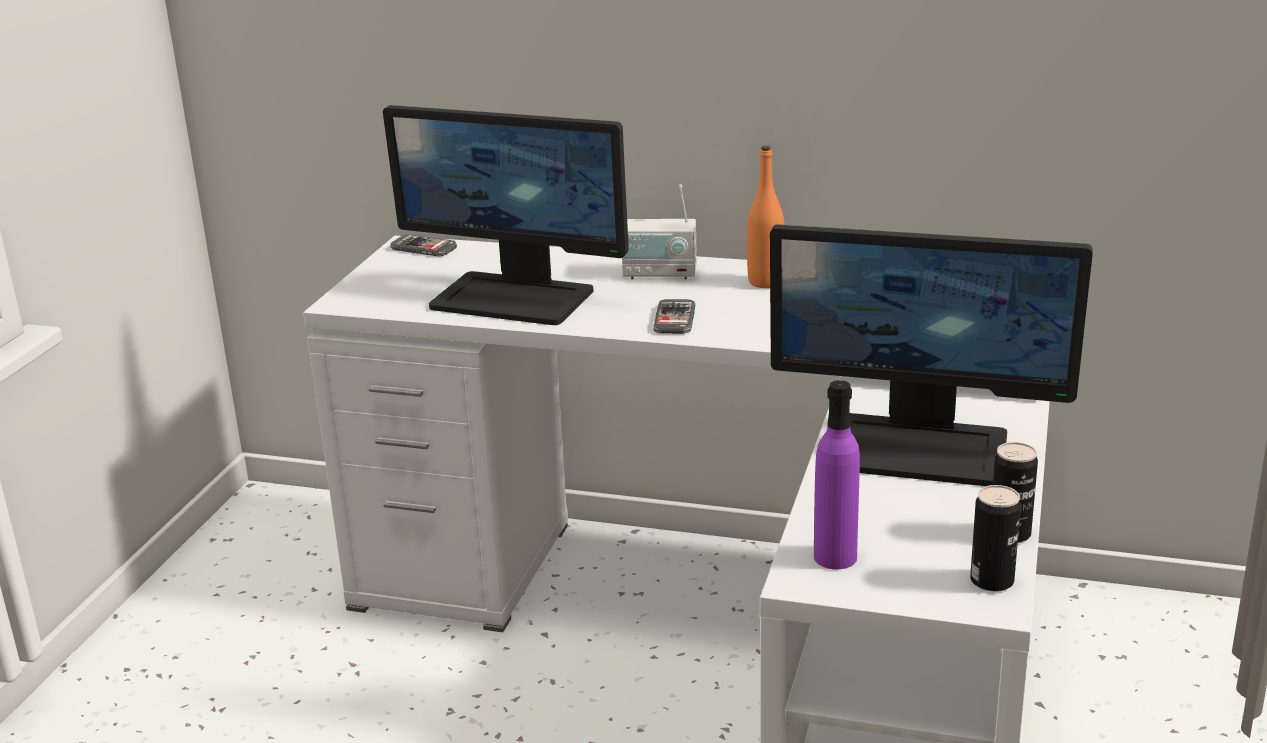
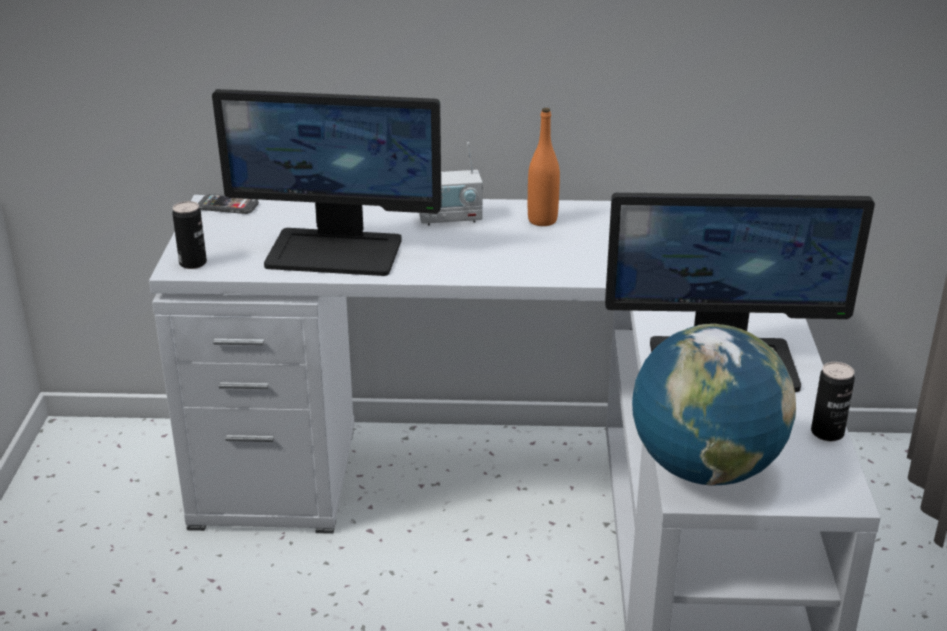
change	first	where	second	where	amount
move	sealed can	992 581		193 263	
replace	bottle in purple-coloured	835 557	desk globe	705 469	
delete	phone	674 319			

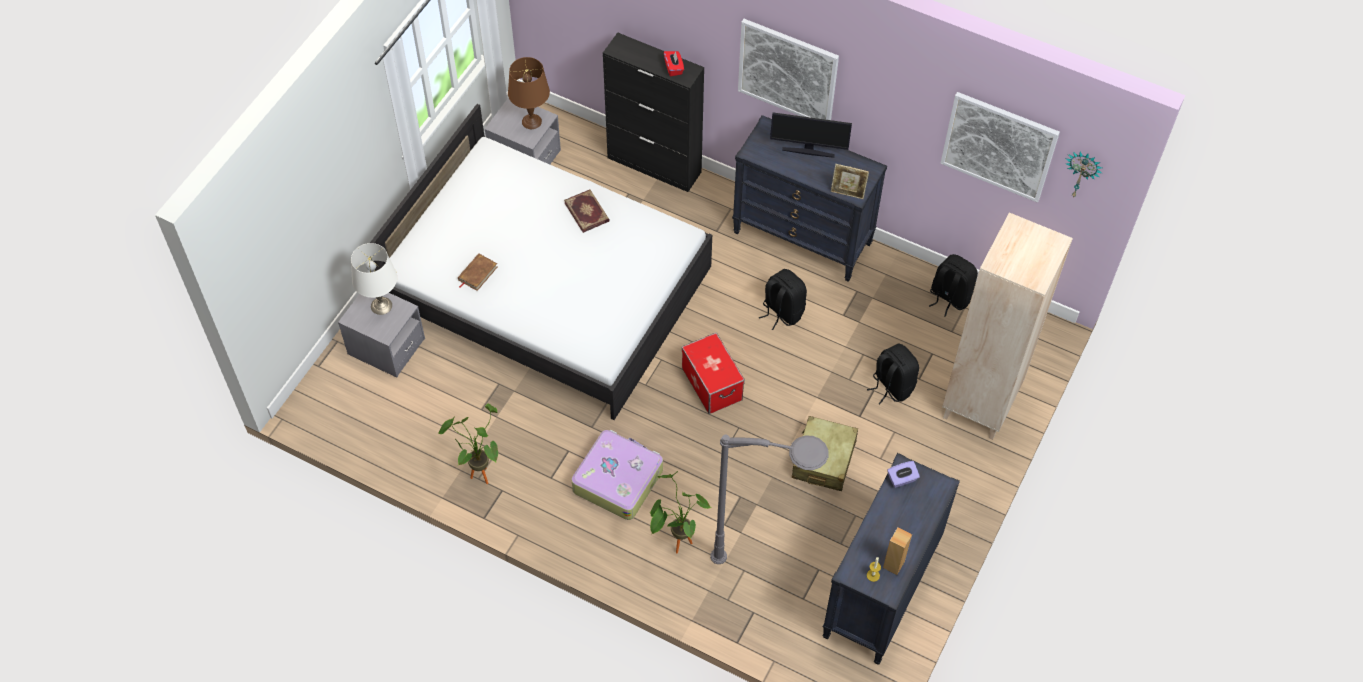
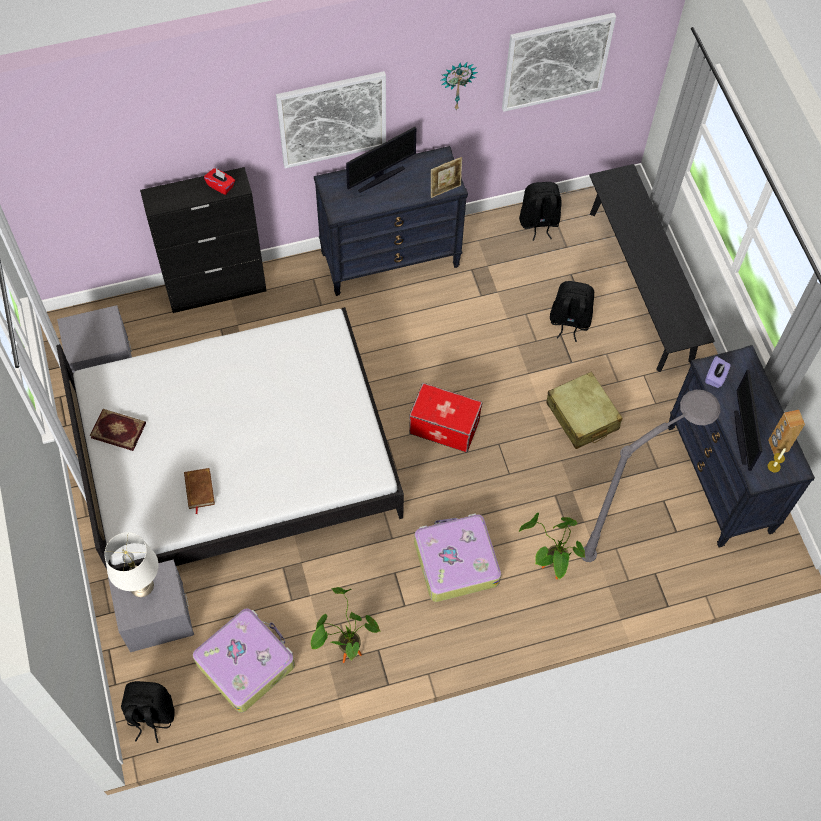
change	first	where	second	where	amount
move	book	587 212		118 429	
move	rucksack in blackish	781 312		150 715	
insert			piece of luggage	246 662	
move	wall clock	1081 173		457 84	
replace	bookcase in beige-coloured	980 404	bench in blackish	640 285	
insert			computer screen	742 437	
delete	tabletop lamp in brown-coloured	531 121			

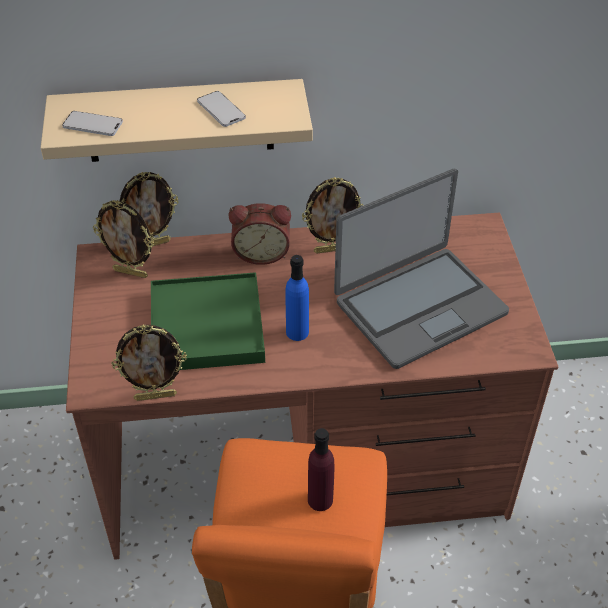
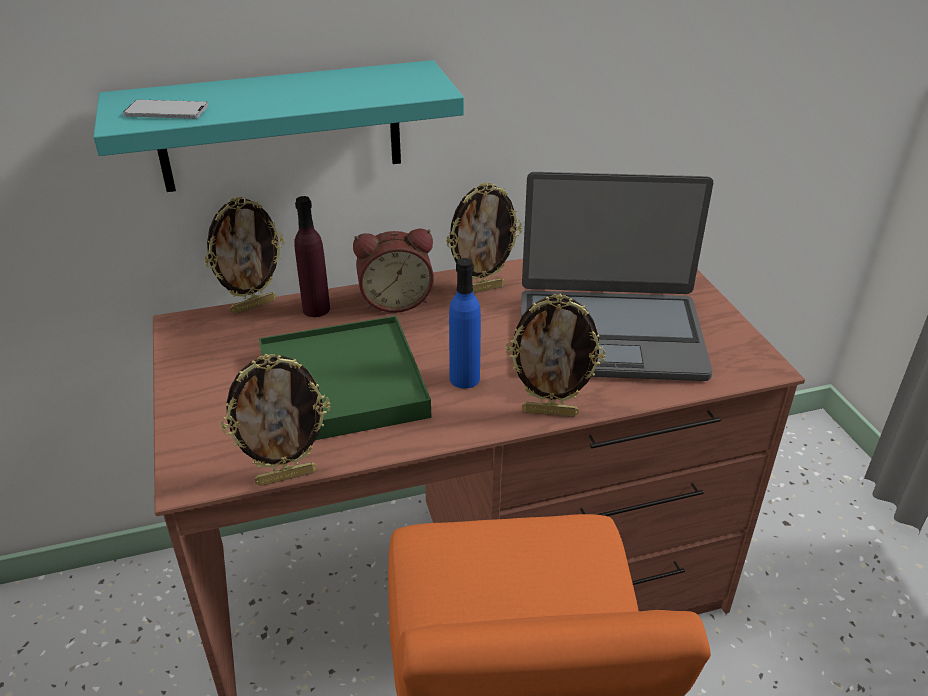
change	first	where	second	where	amount
recolor	bracket shelf in beige-coloured	179 121	bracket shelf in turquoise	280 127	
move	bottle in purple-coloured	320 500		316 309	
move	standing frame	131 272		550 411	
rotate	notebook computer	419 306		609 335	45 degrees clockwise
delete	phone	221 110			

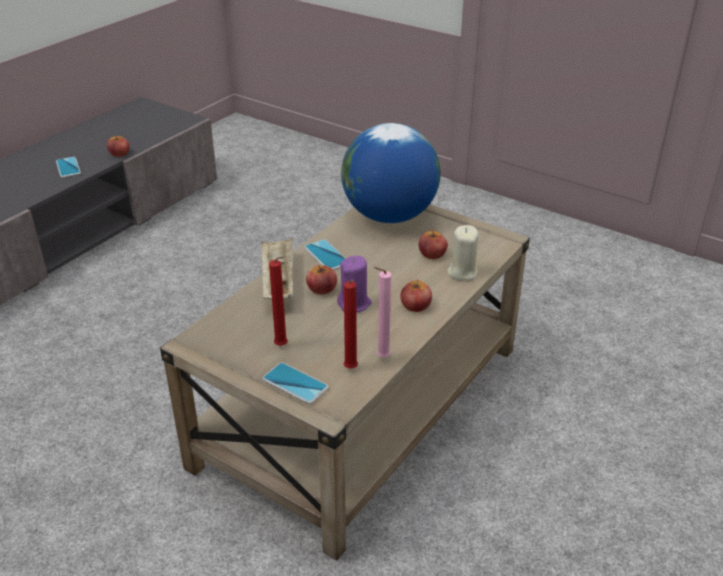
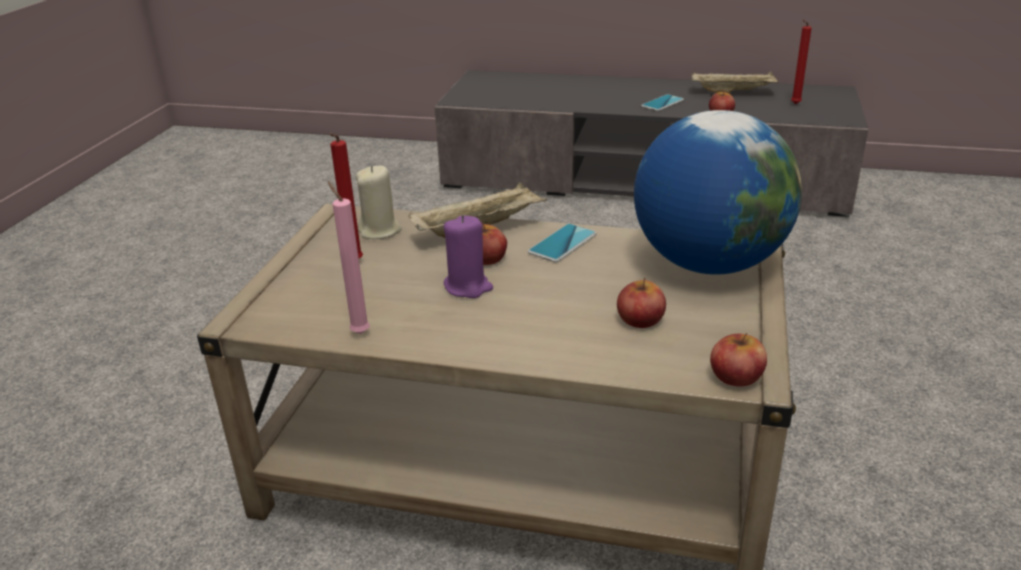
change	first	where	second	where	amount
move	wax light in beige-coloured	462 272		380 231	
insert			tray in beige-coloured	734 93	
move	whole apple	415 305		736 375	
move	wax light in reddish	351 370		794 104	
delete	phone	295 383			

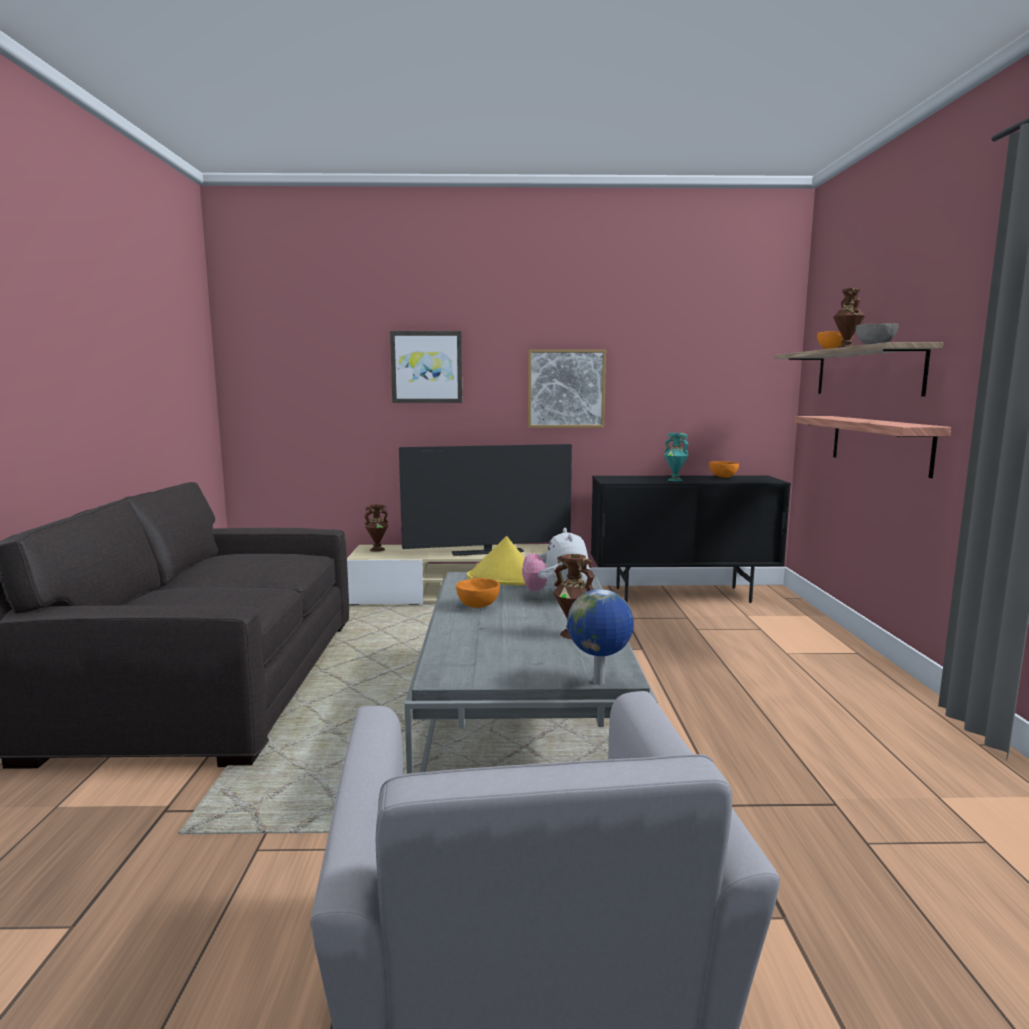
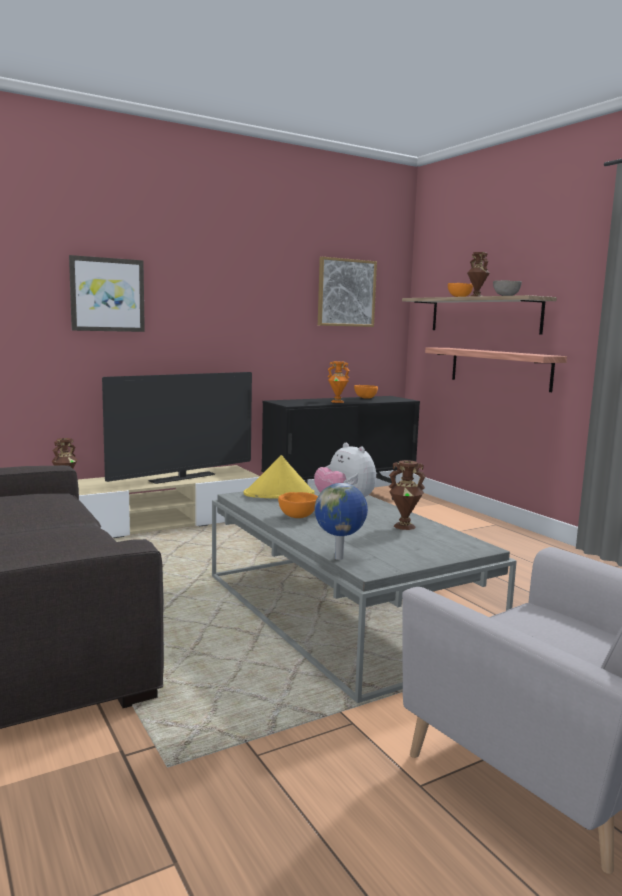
change	first	where	second	where	amount
move	desk globe	599 683		340 558	
move	wall art	566 389		346 293	
recolor	decorative vase in turquoise	675 480	decorative vase in orangey	337 402	

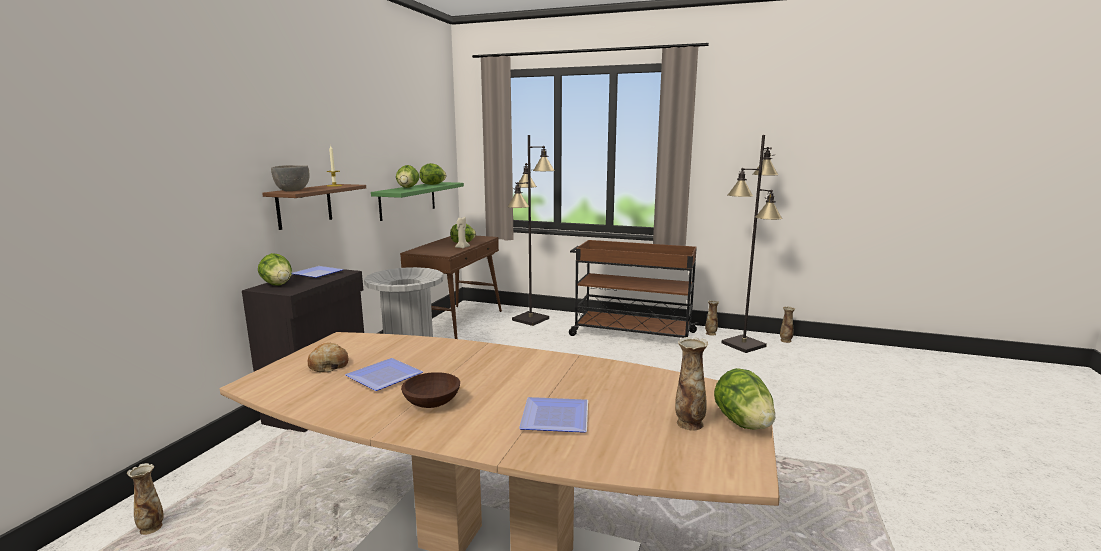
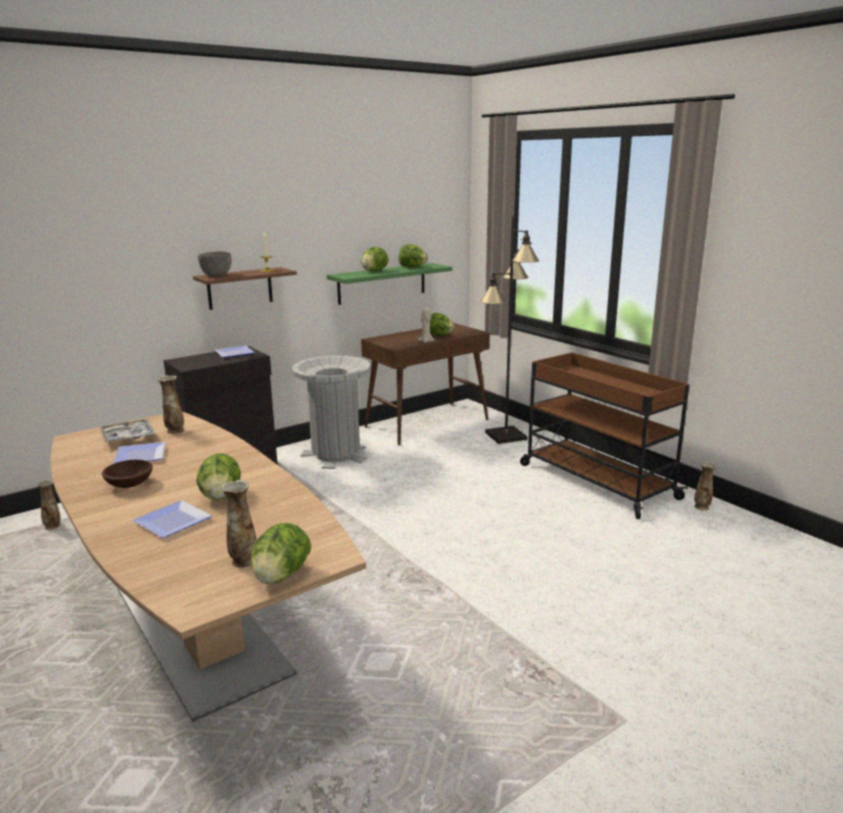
change	first	where	second	where	amount
replace	bakery bread	328 365	tray	128 437	
move	decorative vase	785 341		175 431	
move	lettuce head	277 284		221 496	
delete	standing lamp in blackish	744 345			

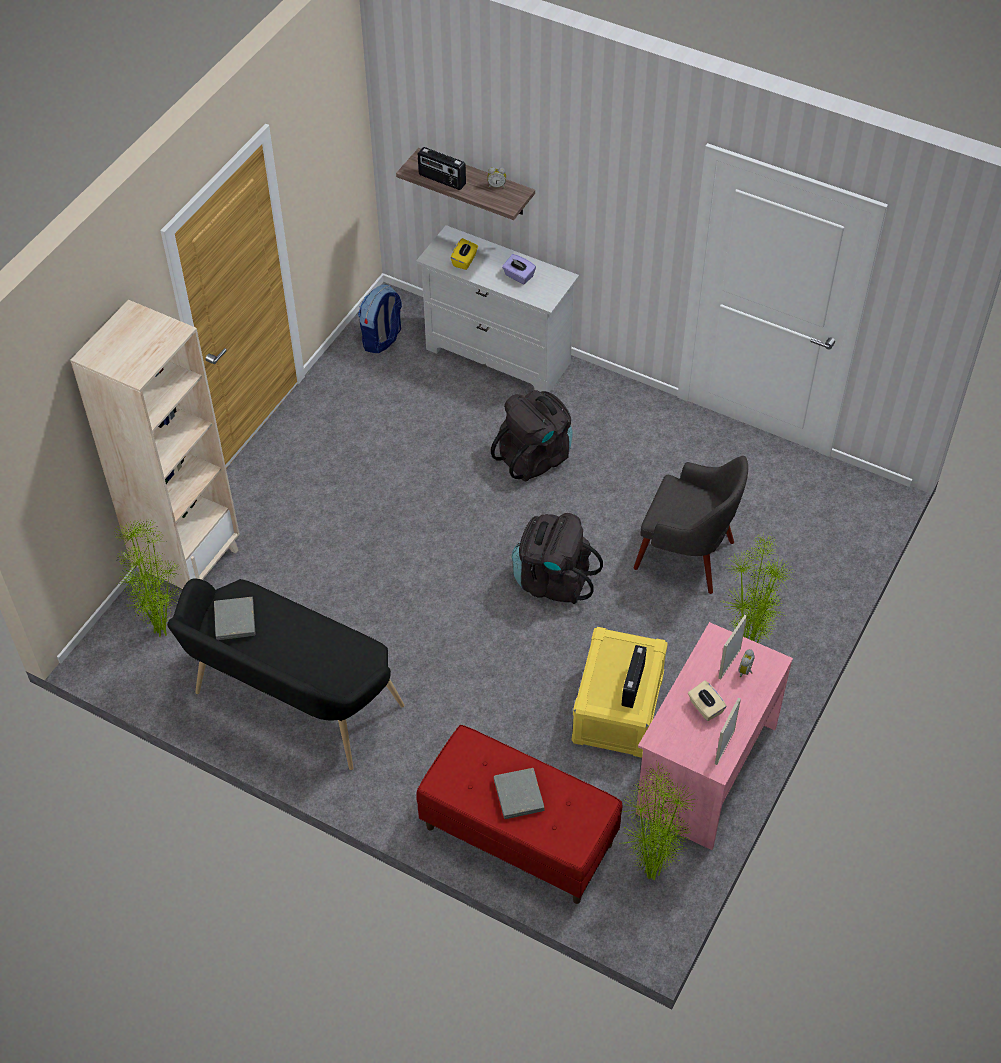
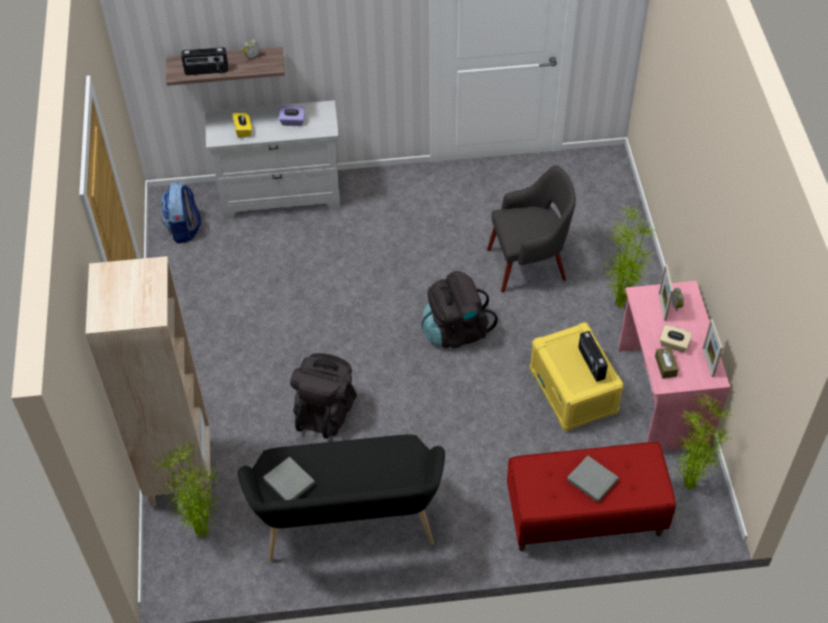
change	first	where	second	where	amount
move	rucksack in blackish	535 457		326 411	
insert			box of tissues in brown-coloured	665 366	

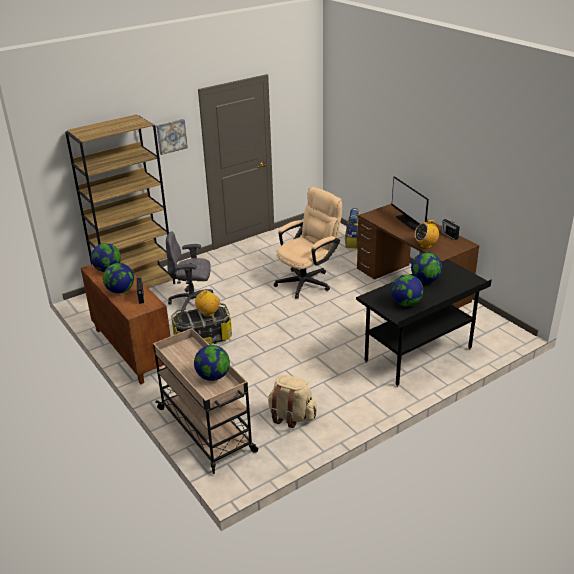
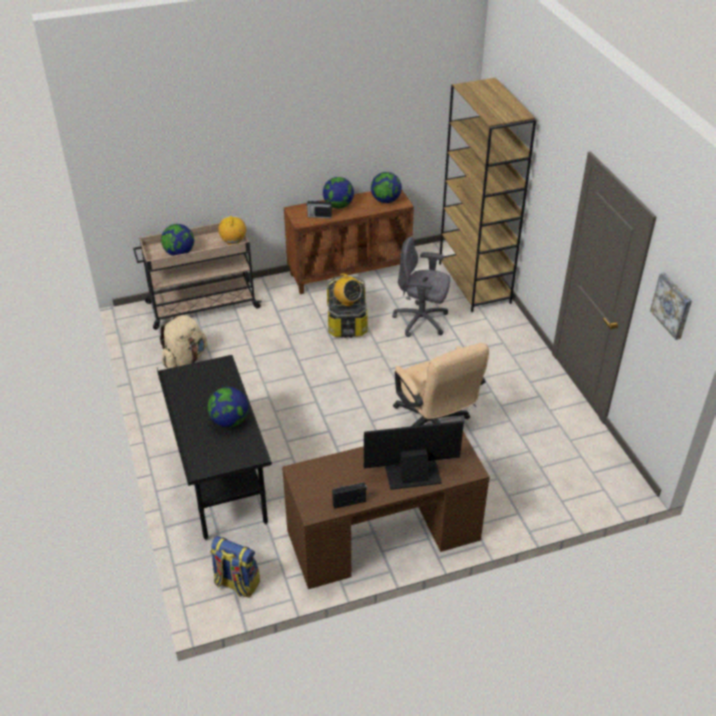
change	first	where	second	where	amount
move	rucksack	353 243		236 583	
move	radio set	426 245		233 242	
rotate	office chair in gray	193 303		421 321	90 degrees counterclockwise
move	wall art	171 136		672 305	
delete	desk globe	406 303			

